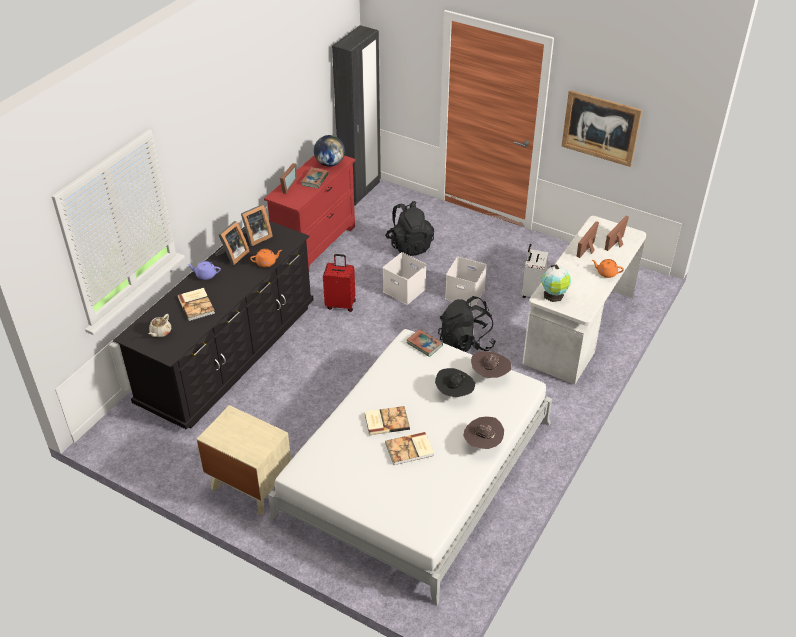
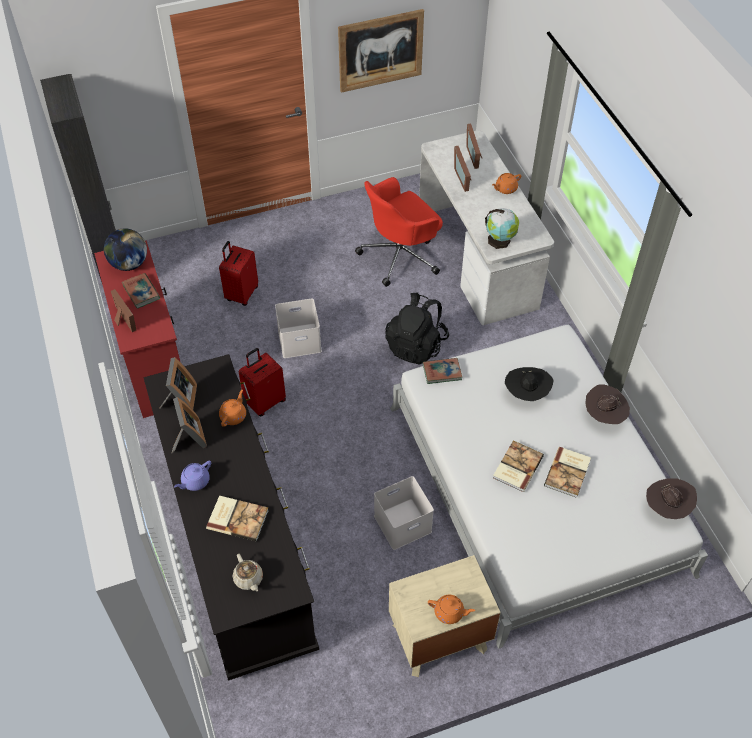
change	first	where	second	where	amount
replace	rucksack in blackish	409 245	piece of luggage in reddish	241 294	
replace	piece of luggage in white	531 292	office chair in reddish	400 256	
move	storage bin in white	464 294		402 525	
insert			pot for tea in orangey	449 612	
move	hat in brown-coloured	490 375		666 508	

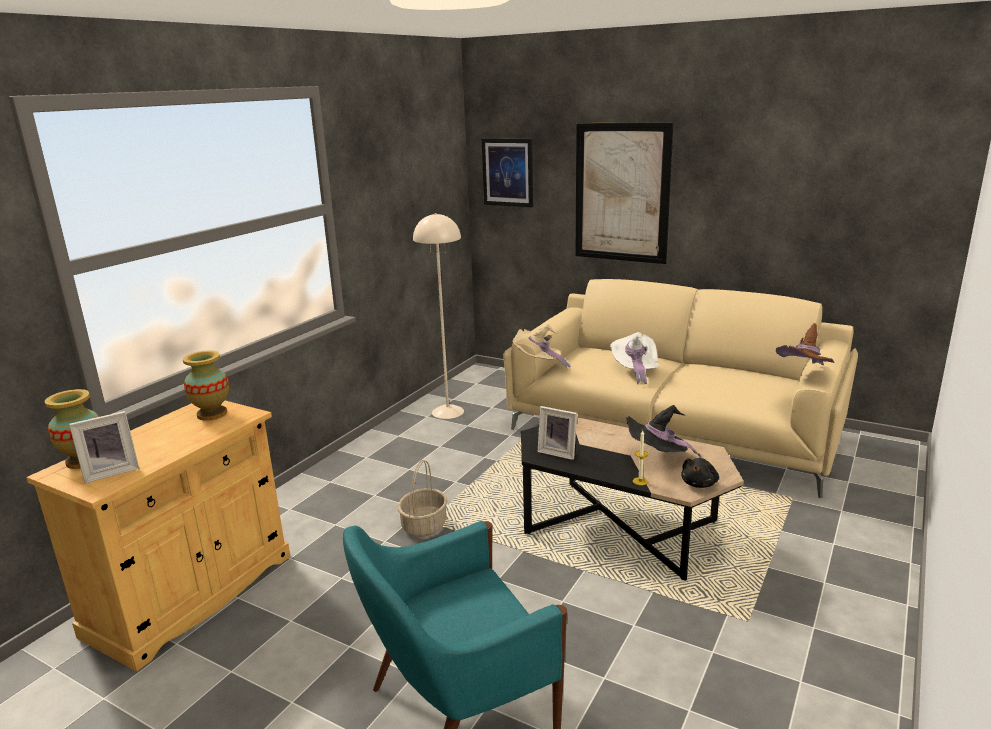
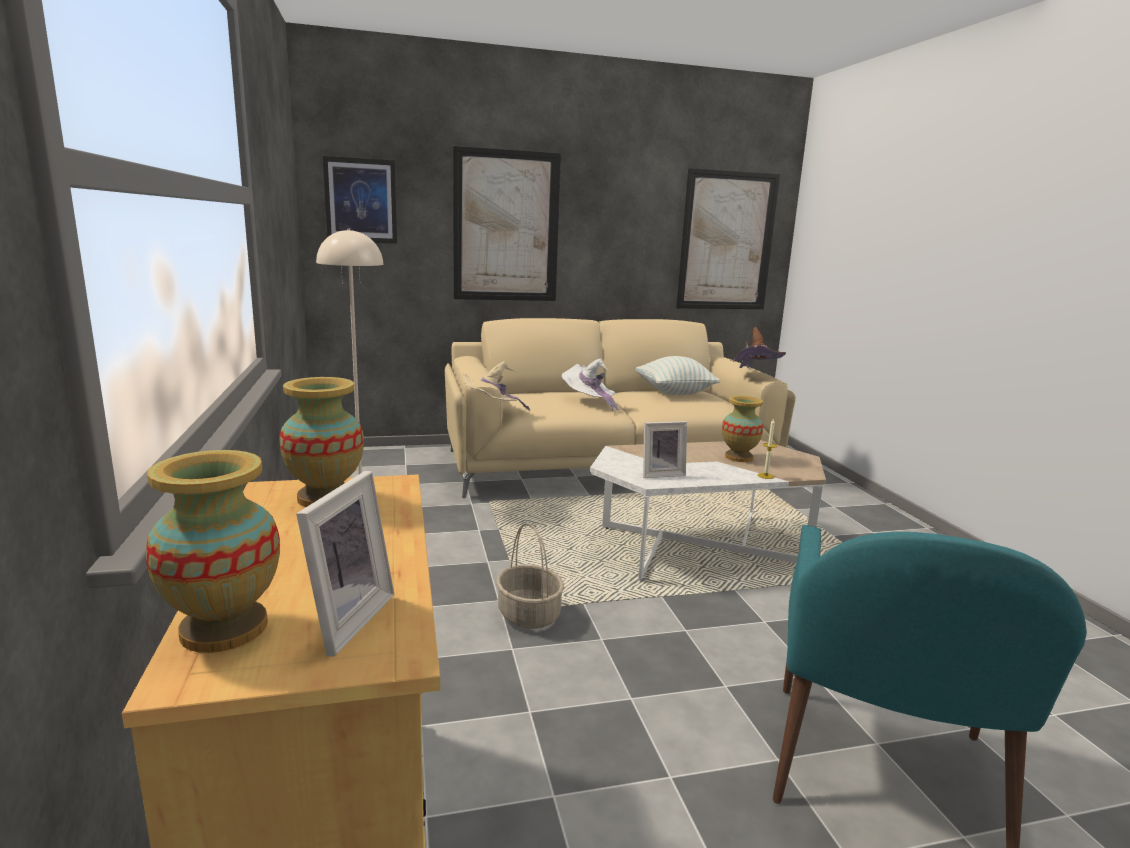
change	first	where	second	where	amount
recolor	lounge table in blackish	621 528	lounge table in white	700 546	
insert			throw pillow	674 392	
insert			wall art	727 241	
replace	hat in blackish	657 458	decorative vase	739 457	
delete	cuddly toy in blackish	699 484			

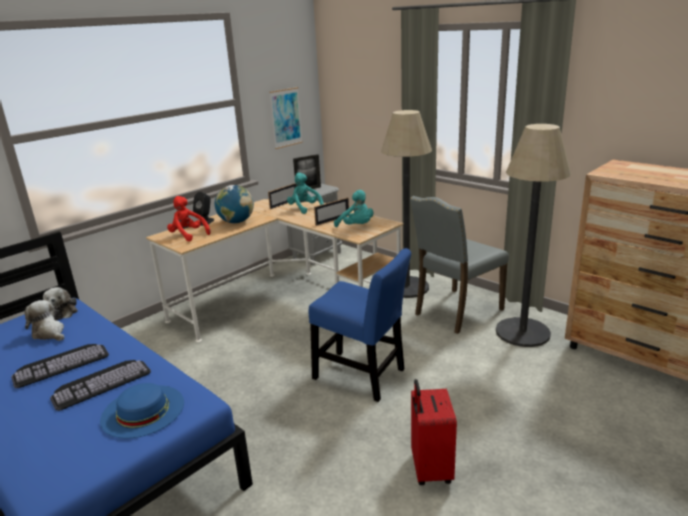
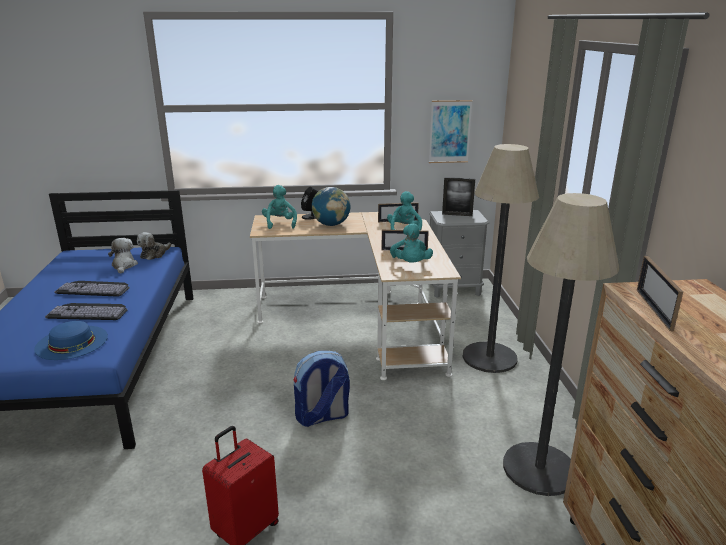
change	first	where	second	where	amount
recolor	cuddly toy in reddish	188 235	cuddly toy in turquoise	280 223	
replace	upright chair in blue	362 376	rucksack	322 417	
insert			standing frame	653 309	
delete	upright chair in gray	456 312			

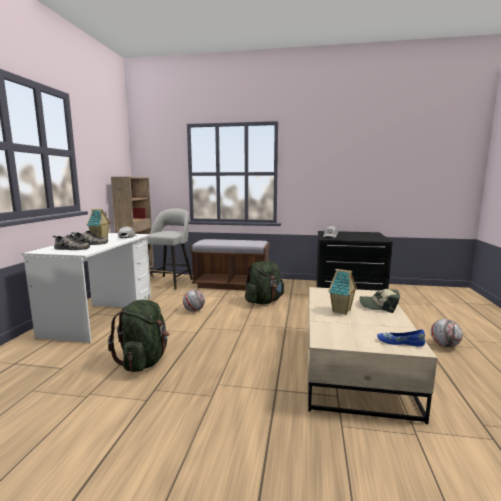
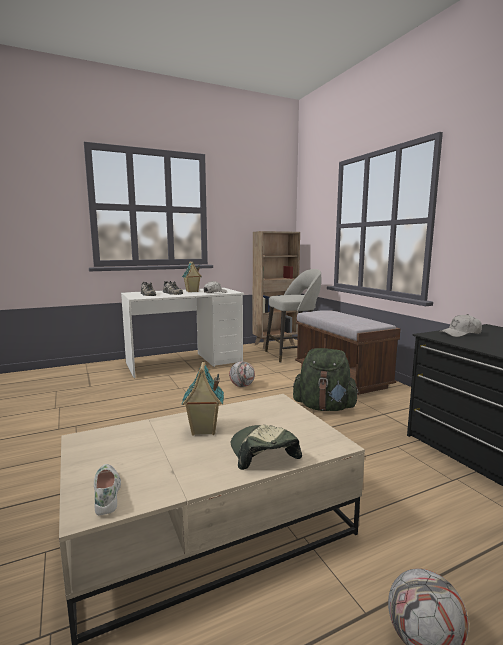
change	first	where	second	where	amount
recolor	item of footwear in blue	400 342	item of footwear in white	107 493	
delete	rucksack in green-coloured	144 361			

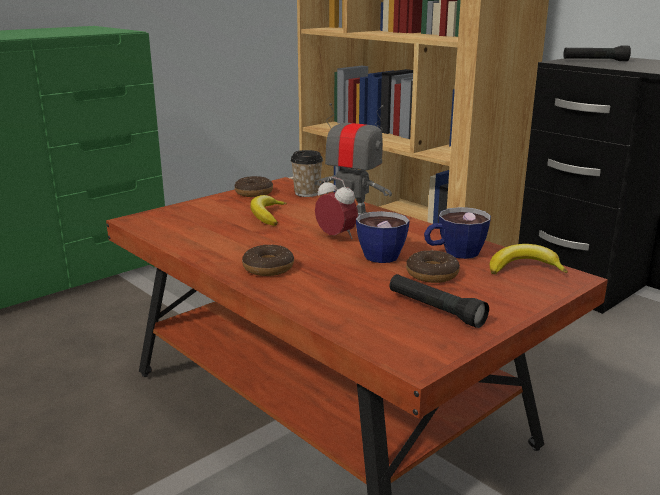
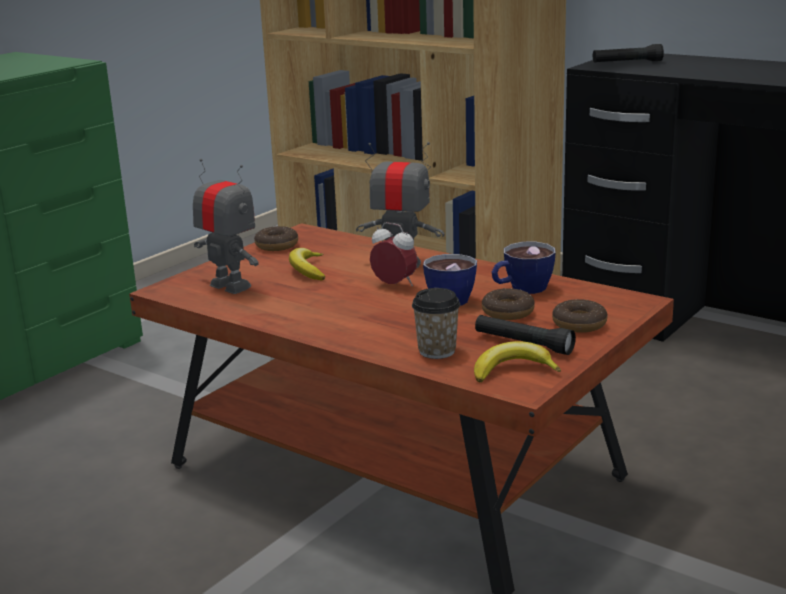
change	first	where	second	where	amount
insert			toy robot	230 286	
move	cup	307 193		437 351	
move	whole banana	524 268		513 371	
move	ring doughnut	268 268		579 324	

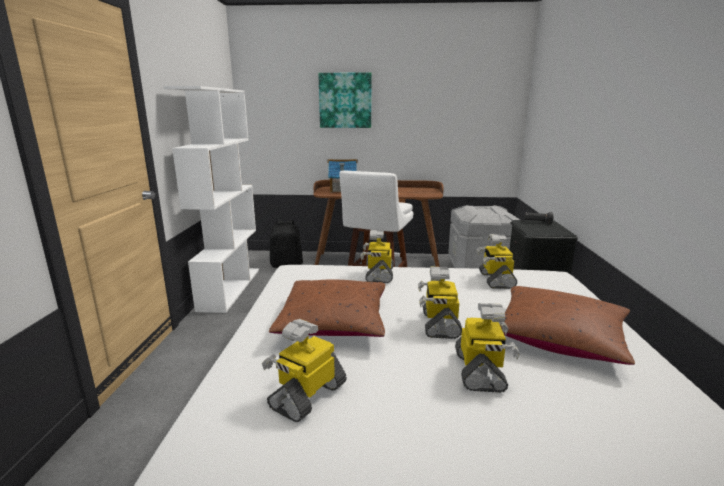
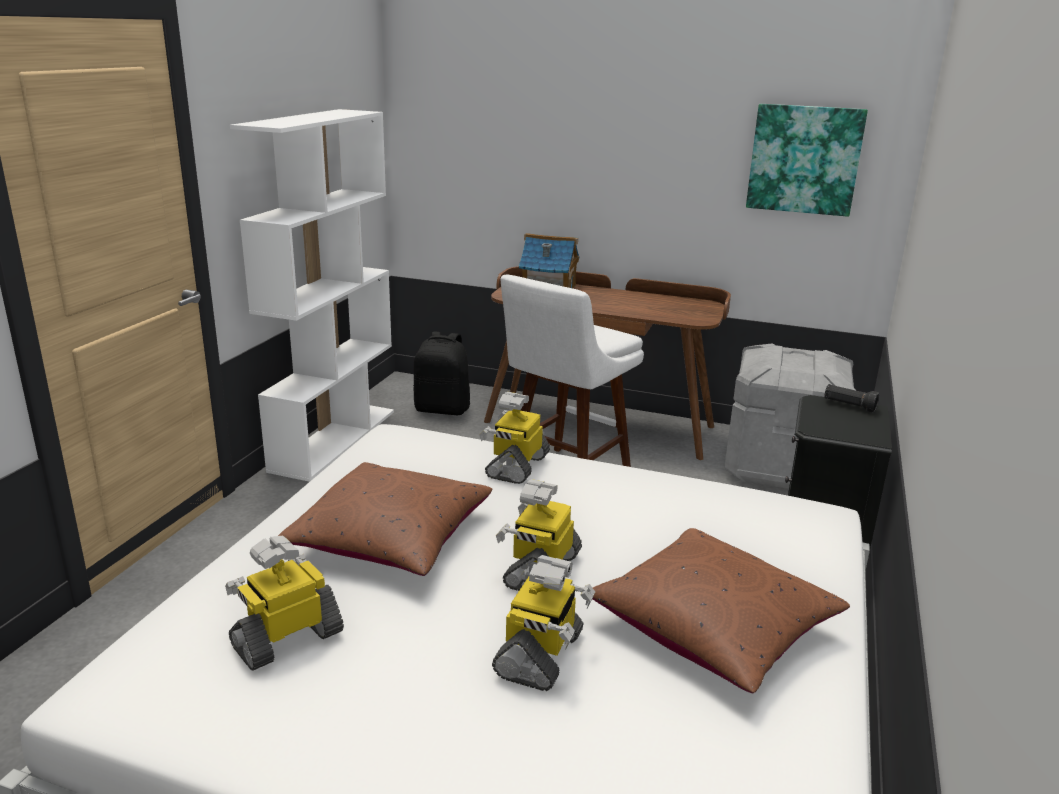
change	first	where	second	where	amount
move	wall art	345 100		804 159	
delete	toy robot	495 280			

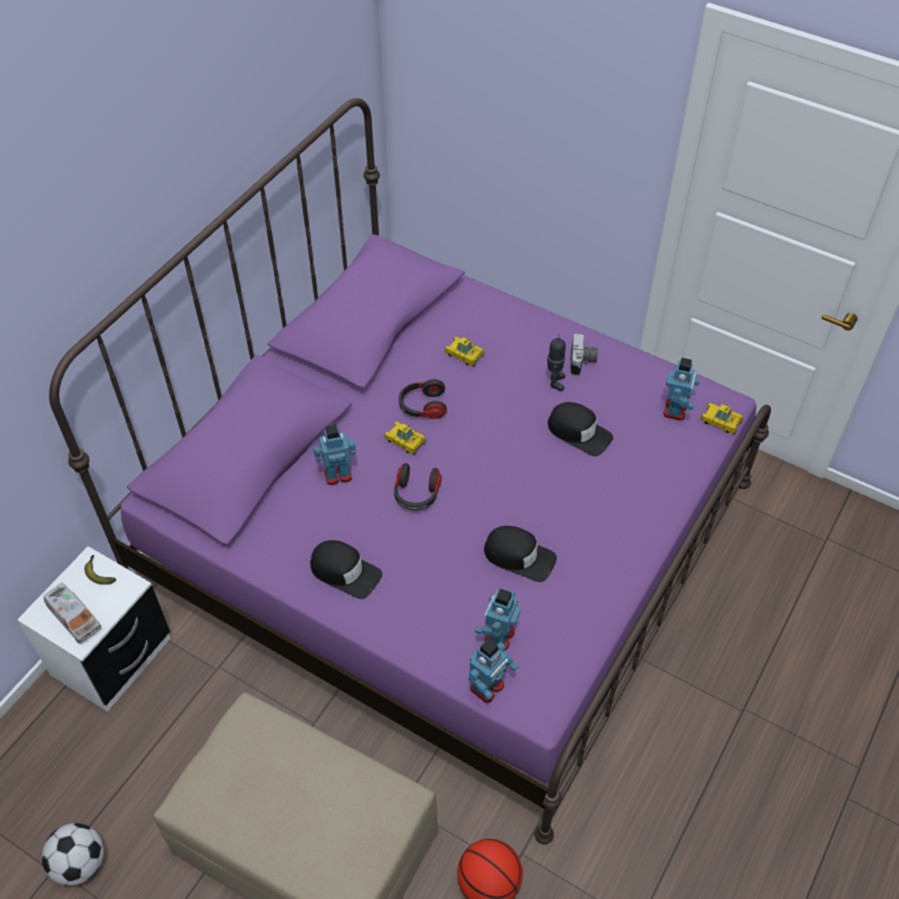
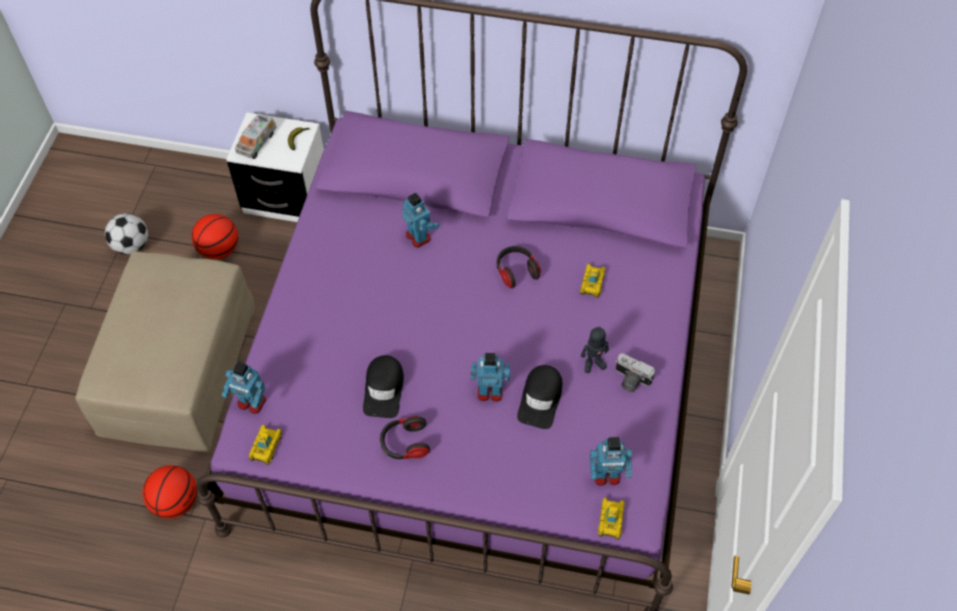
change	first	where	second	where	amount
insert			ball for basketball	219 250	
move	model car	405 440		266 446	
move	headset	416 495		404 443	
move	toy robot	498 636		489 391	
rotate	photo camera	583 362		630 380	45 degrees clockwise
delete	cap in blackish	345 572			

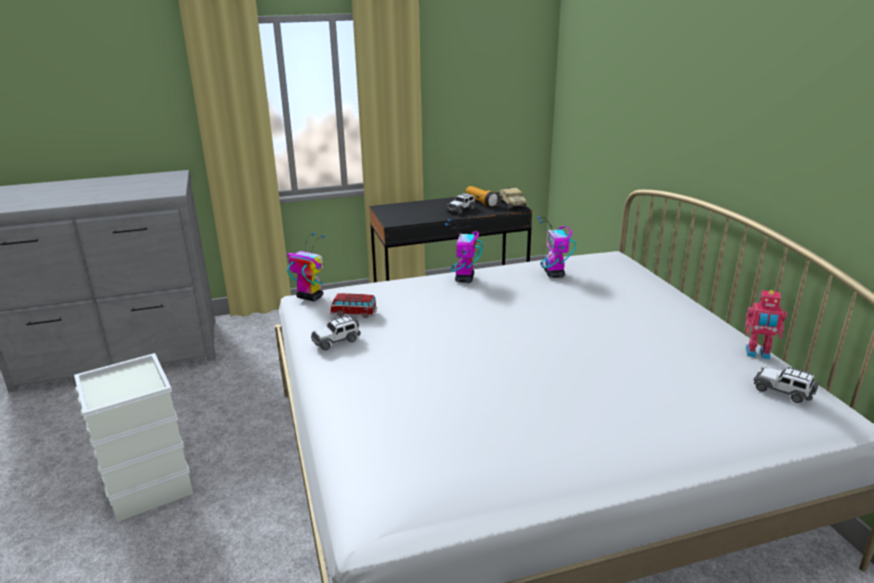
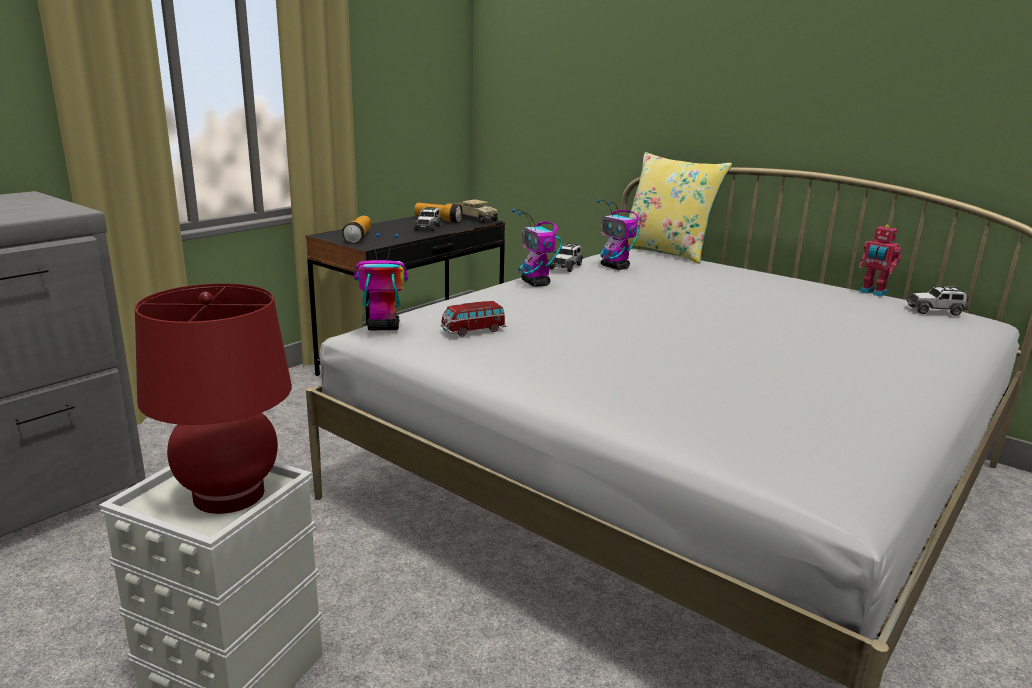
change	first	where	second	where	amount
insert			tabletop lamp in reddish	229 495	
insert			torch	358 238	
move	model car	336 341		566 267	
insert			throw pillow in yellow-coloured	666 251	
rotate	toy robot	758 354		872 293	60 degrees clockwise

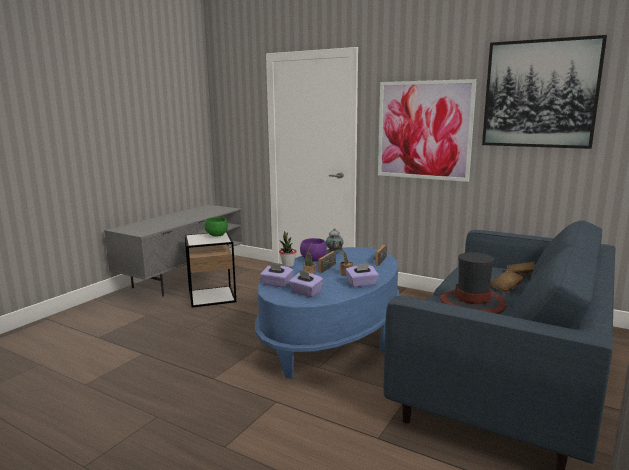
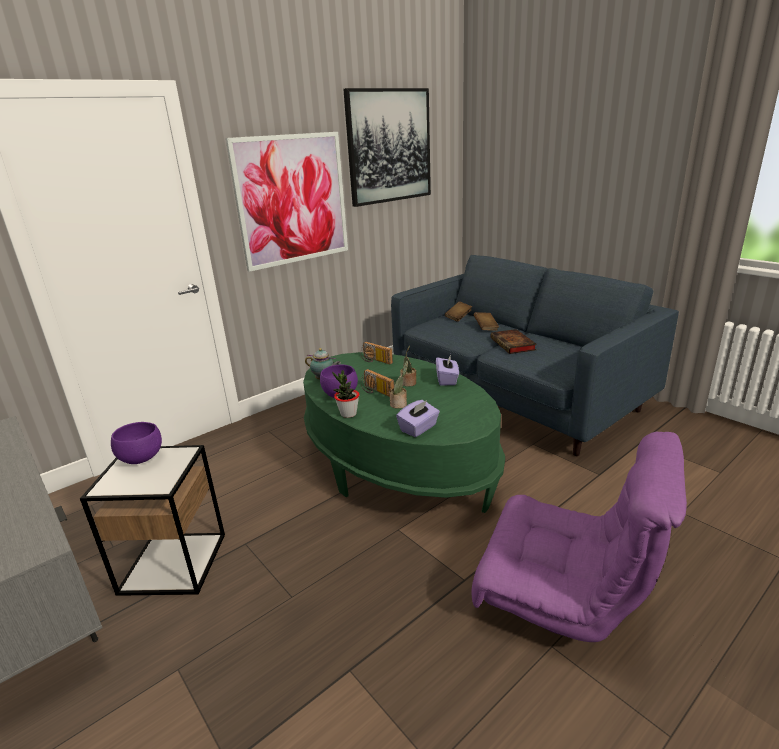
change	first	where	second	where	amount
recolor	bowl in green-coloured	217 235	bowl in purple-coloured	142 458	
recolor	lounge table in blue	332 336	lounge table in green-coloured	397 465	
insert			easy chair in purple-coloured	564 597	
replace	hat	472 303	book	513 345	
delete	box of tissues in purple-coloured	305 293			

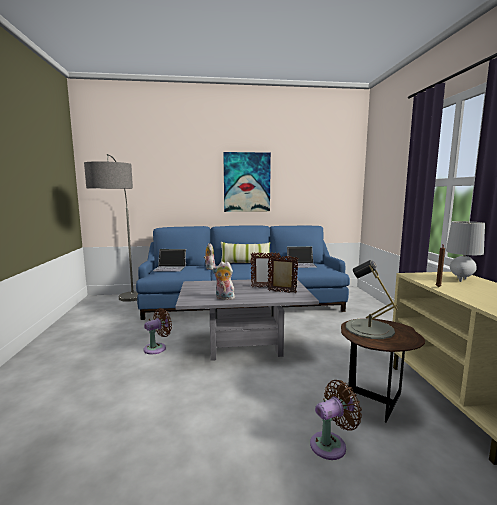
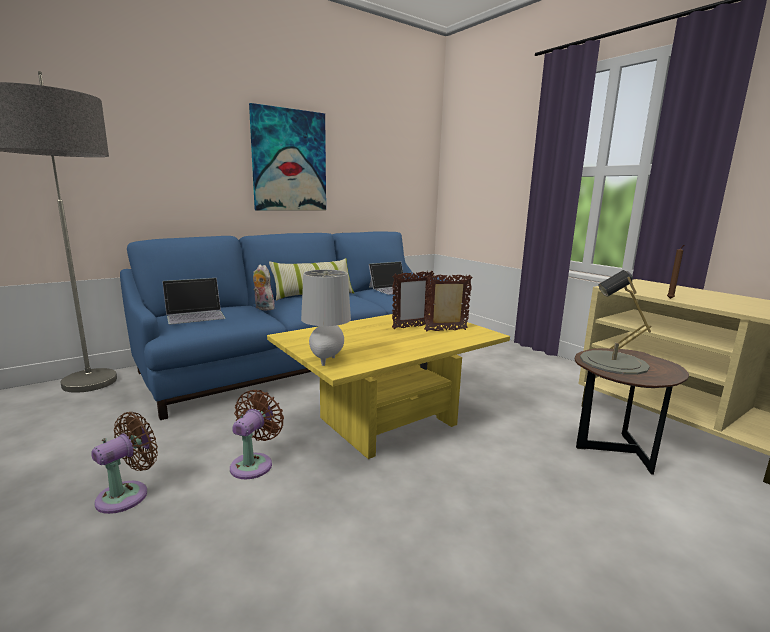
change	first	where	second	where	amount
move	electric fan in brown-coloured	331 444		127 494	
recolor	lounge table in gray	244 345	lounge table in yellow-coloured	388 421	
move	tabletop lamp in gray	460 279		326 359	
delete	cuddly toy	224 298			

